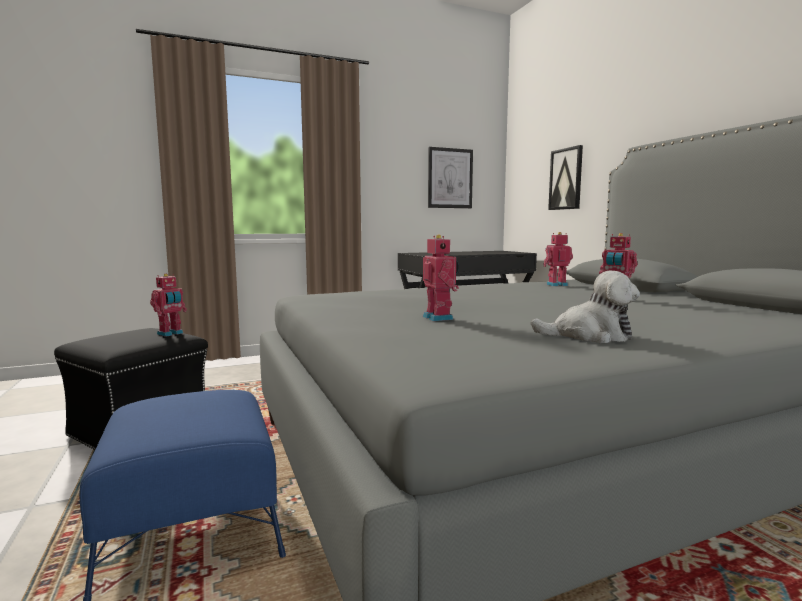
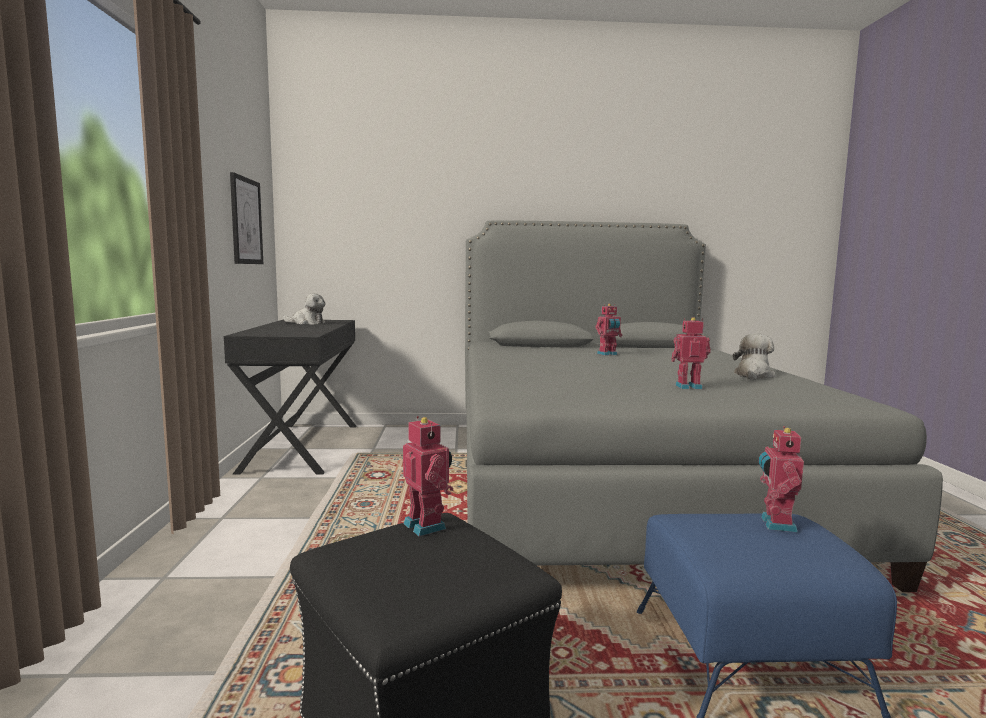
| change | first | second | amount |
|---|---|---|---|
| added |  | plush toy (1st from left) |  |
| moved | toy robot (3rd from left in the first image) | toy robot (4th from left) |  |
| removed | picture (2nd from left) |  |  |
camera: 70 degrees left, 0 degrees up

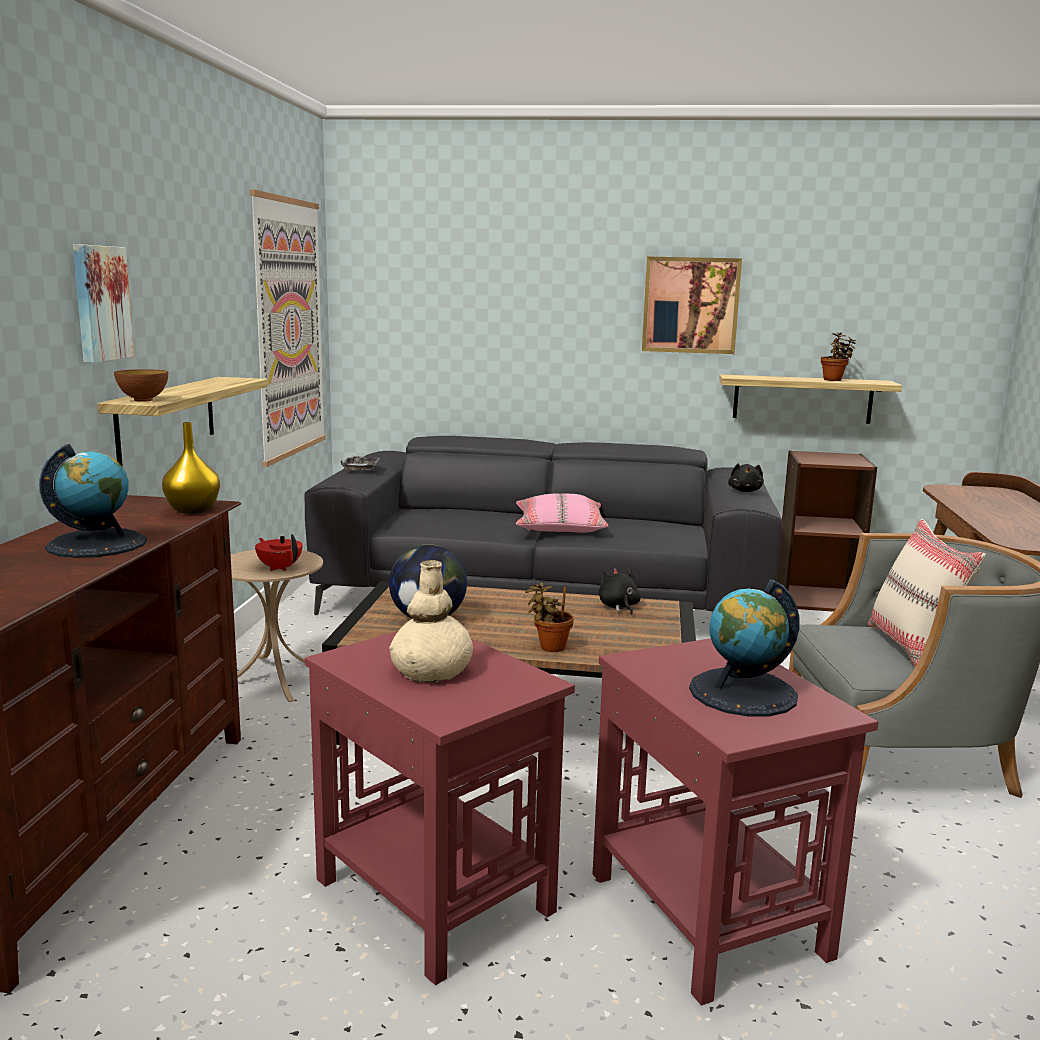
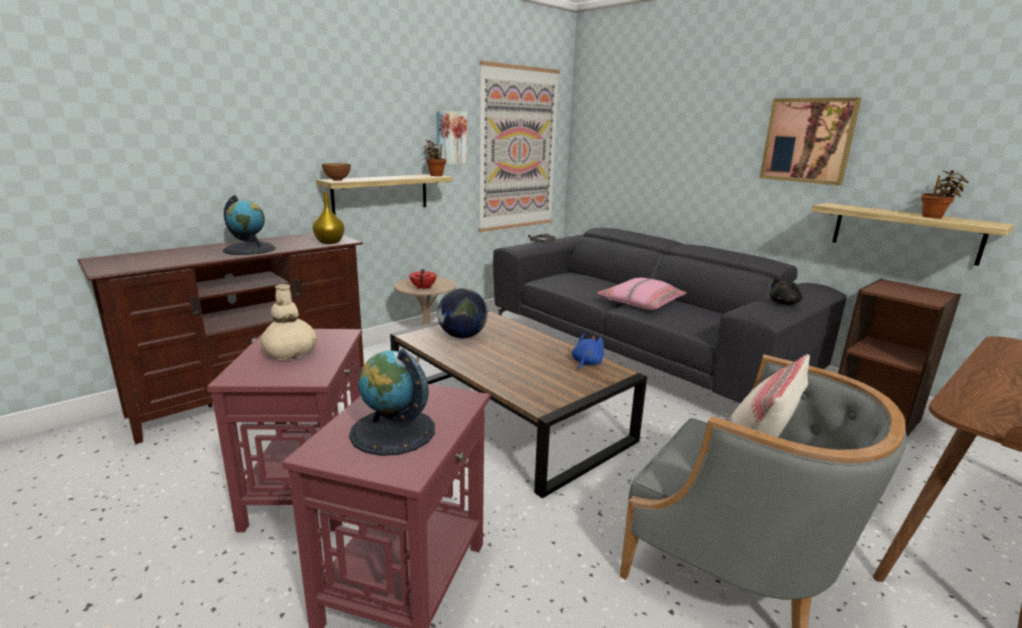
| change | first | second | amount |
|---|---|---|---|
| moved | potted plant (1st from left) |  |  |
| moved | picture (1st from left) |  |  |
| recoloured | plush toy in black (1st from left) | plush toy in blue |  |
camera: 40 degrees right, 5 degrees up

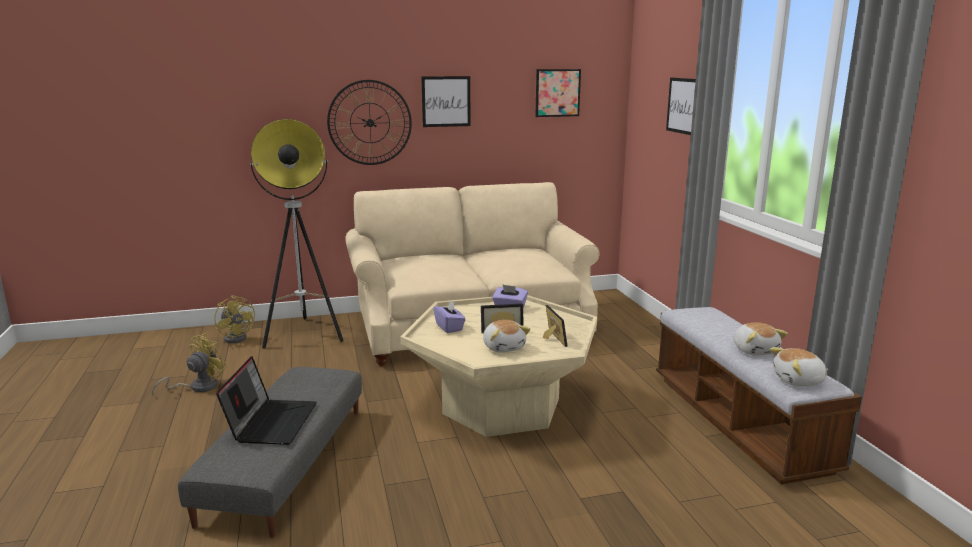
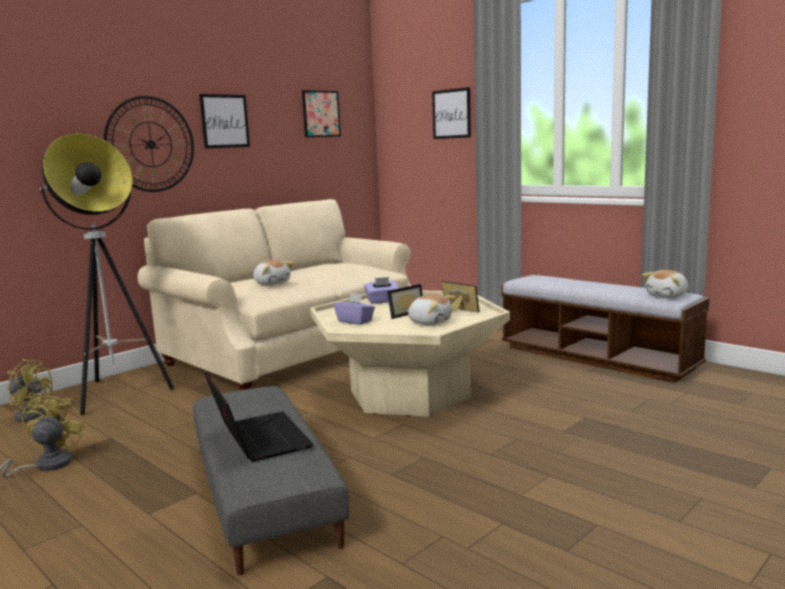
| change | first | second | amount |
|---|---|---|---|
| moved | plush toy (2nd from left in the first image) | plush toy (1st from left) |  |
camera: 30 degrees left, 5 degrees down

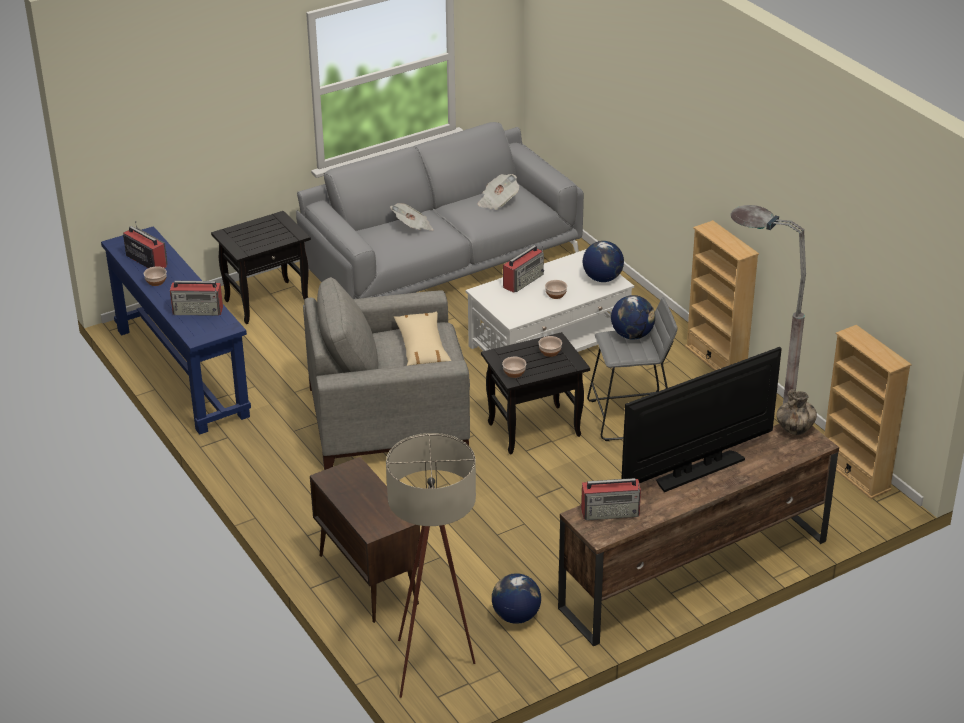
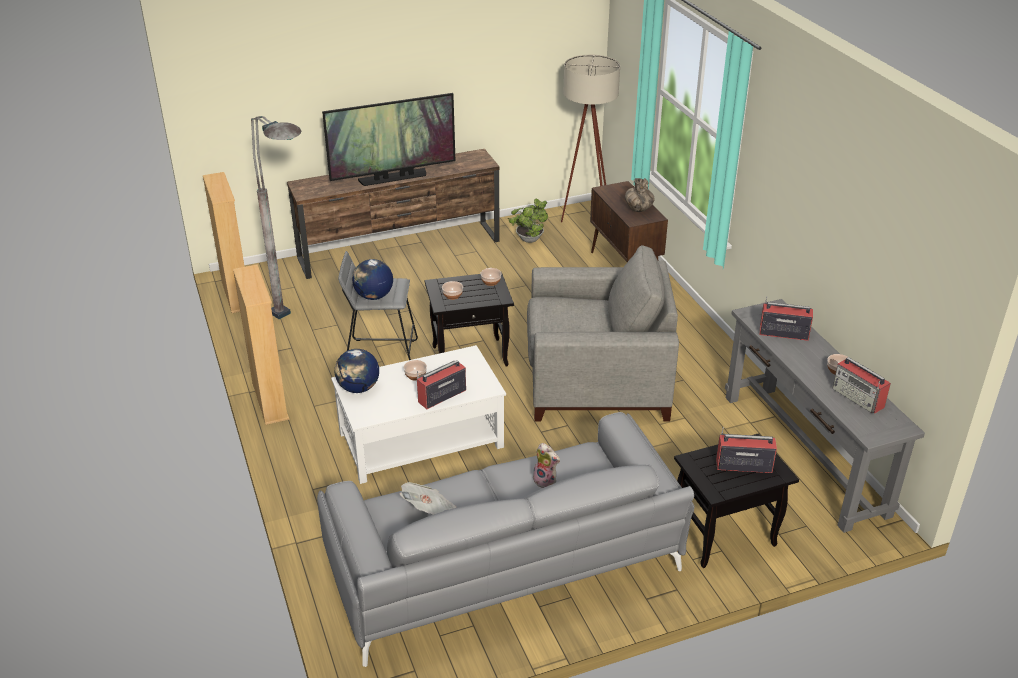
| change | first | second | amount |
|---|---|---|---|
| replaced | globe (1st from left) | potted plant |  |
| replaced | newspaper (1st from left) | plush toy |  |
| moved | vase |  |  |
| moved | radio (4th from left in the first image) | radio (2nd from left) |  |
| recoloured | console table in blue | console table in grey |  |
| removed | pillow in beige |  |  |
camera: 170 degrees left, 0 degrees up

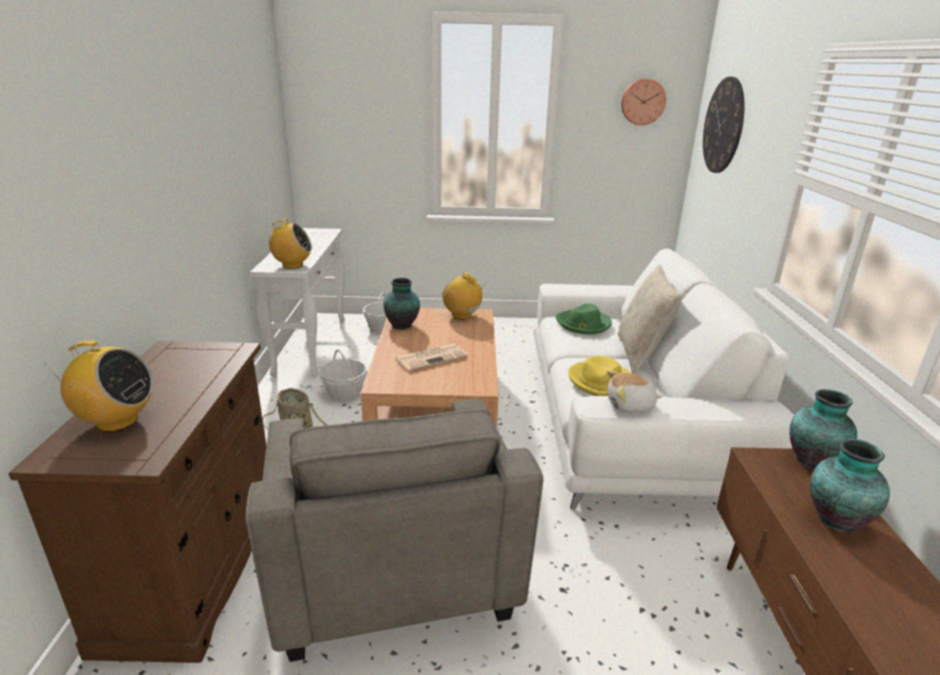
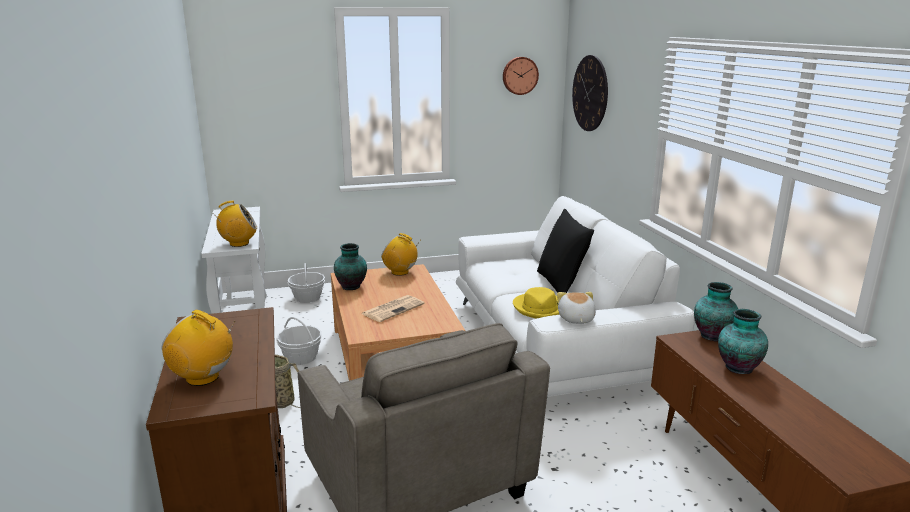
| change | first | second | amount |
|---|---|---|---|
| turned | radio (1st from left) |  | 150 degrees counterclockwise |
| recoloured | pillow in beige | pillow in black |  |
| turned | plush toy |  | 105 degrees clockwise |
| removed | hat in green |  |  |
camera: 15 degrees left, 5 degrees down

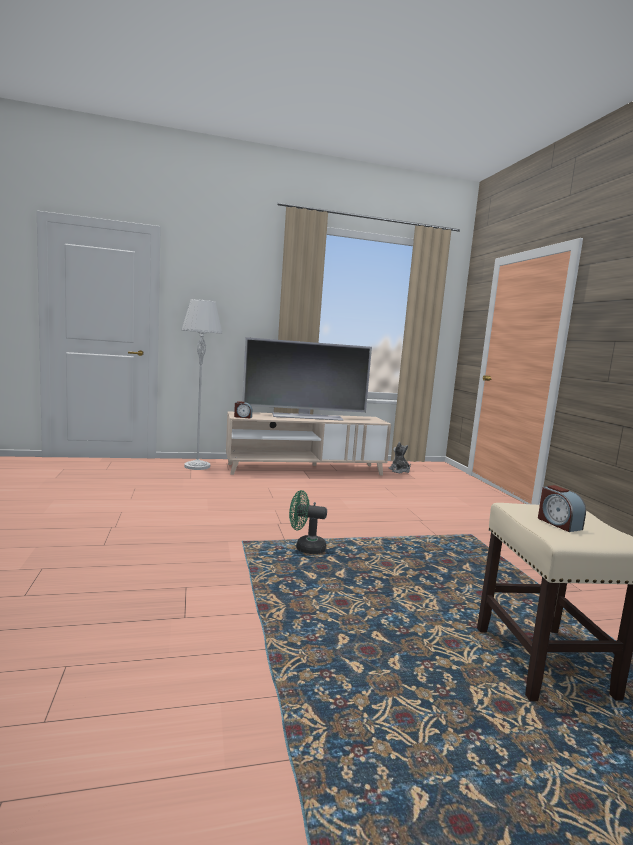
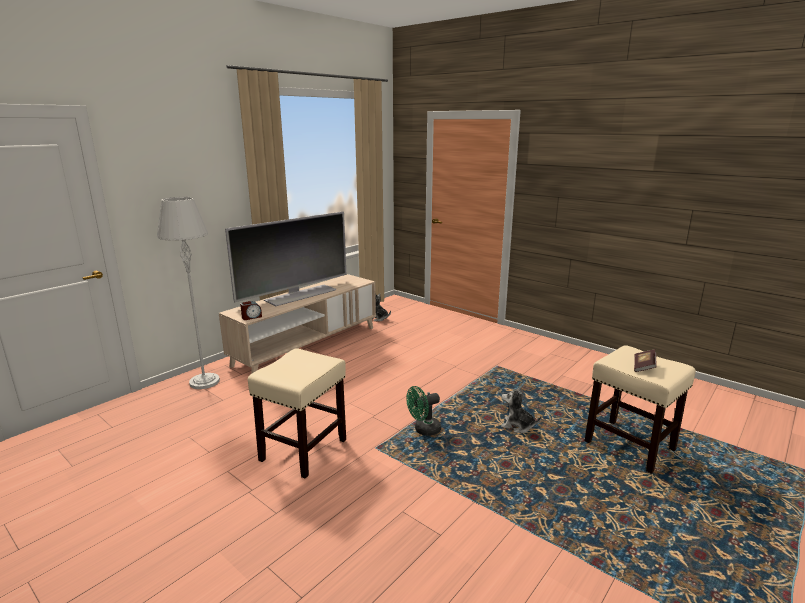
| change | first | second | amount |
|---|---|---|---|
| added |  | stool in beige (1st from left) |  |
| added |  | plush toy (2nd from left) |  |
| replaced | alarm clock (2nd from left) | book |  |
camera: 35 degrees left, 10 degrees up

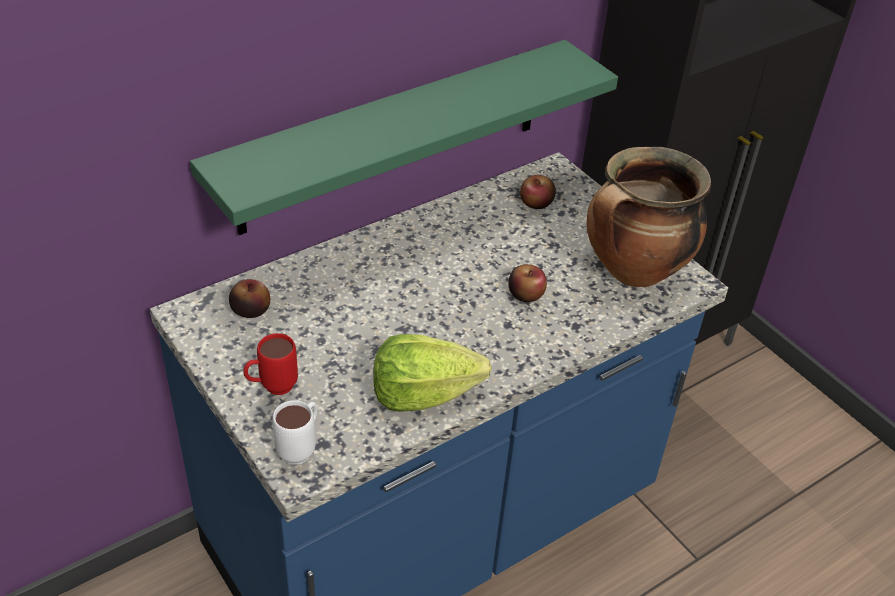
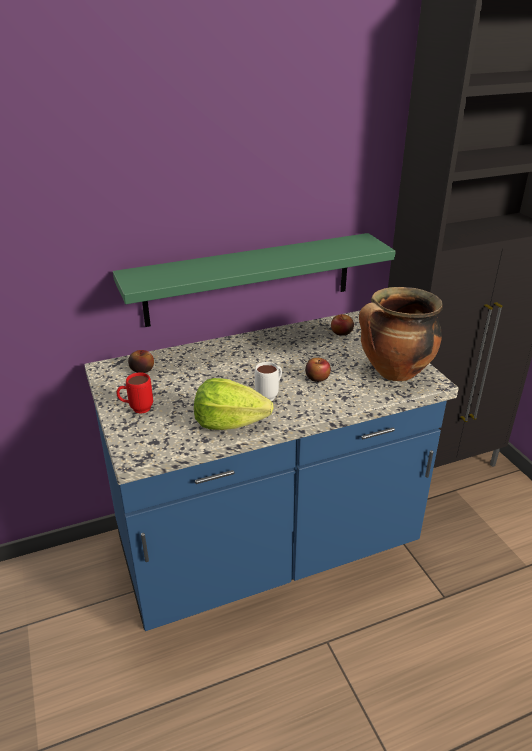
| change | first | second | amount |
|---|---|---|---|
| moved | mug in white |  |  |
camera: 15 degrees right, 10 degrees down

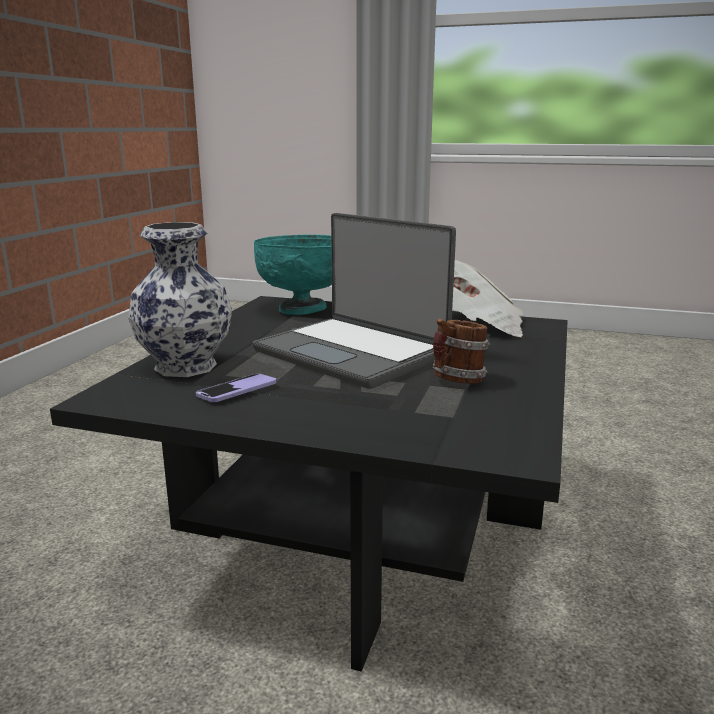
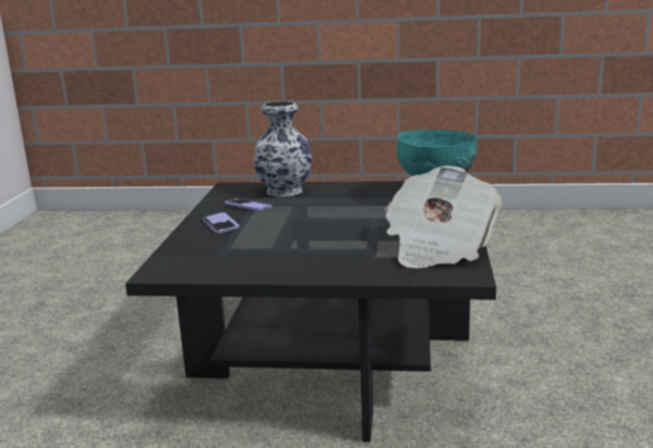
| change | first | second | amount |
|---|---|---|---|
| added |  | phone (1st from left) |  |
| removed | laptop |  |  |
| removed | mug |  |  |
camera: 80 degrees right, 0 degrees up

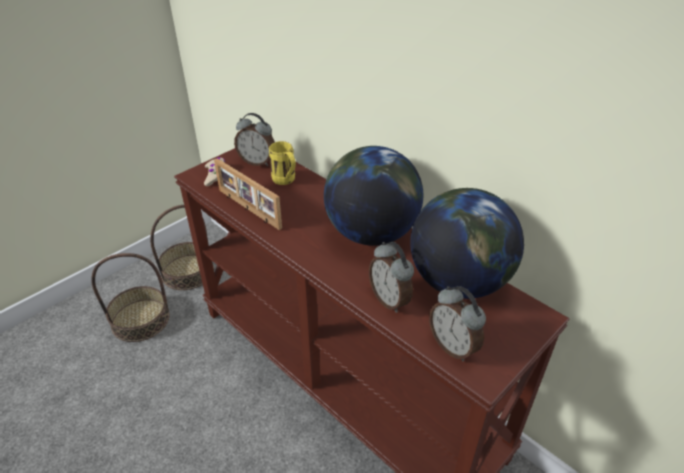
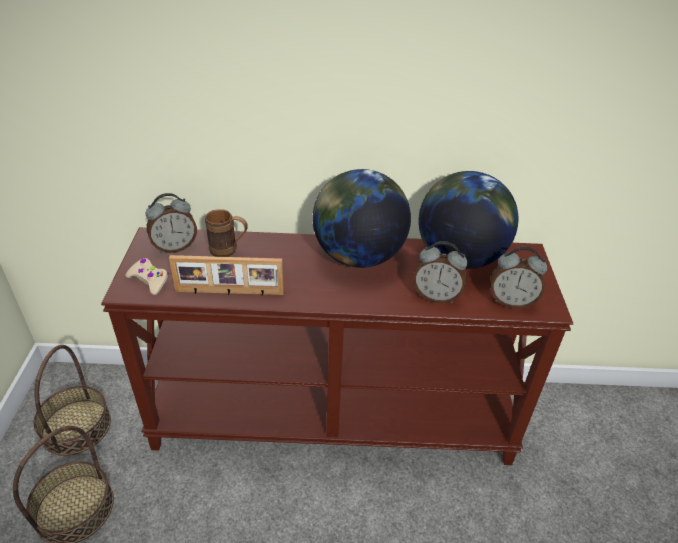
| change | first | second | amount |
|---|---|---|---|
| recoloured | mug in yellow | mug in brown |  |
camera: 45 degrees left, 0 degrees up

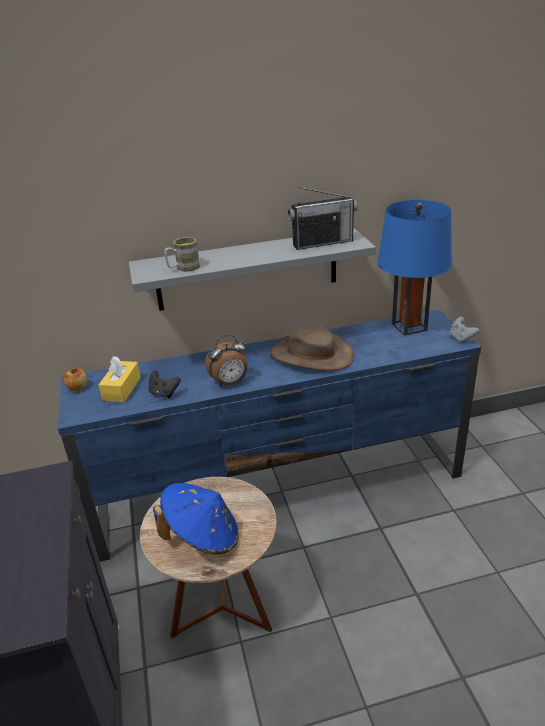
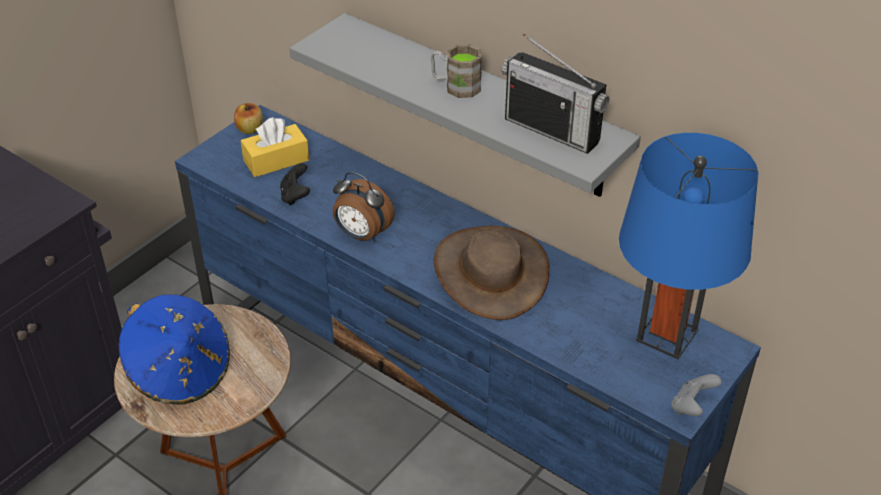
| change | first | second | amount |
|---|---|---|---|
| moved | mug in brown |  |  |
camera: 50 degrees right, 10 degrees up

